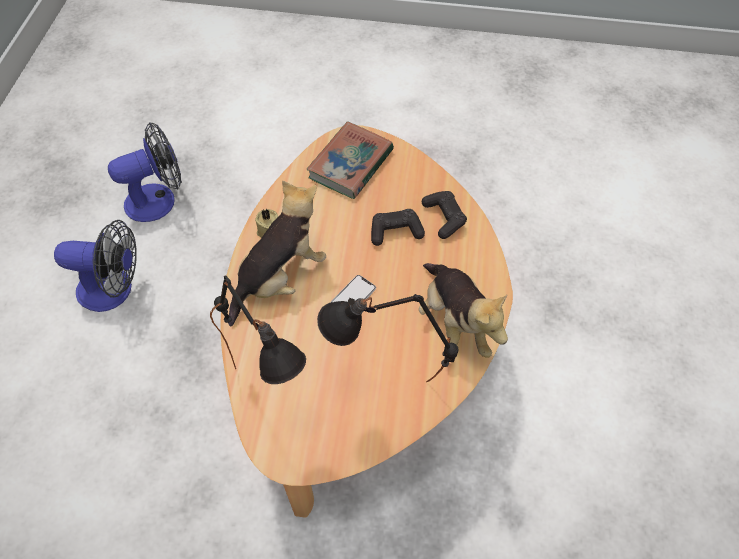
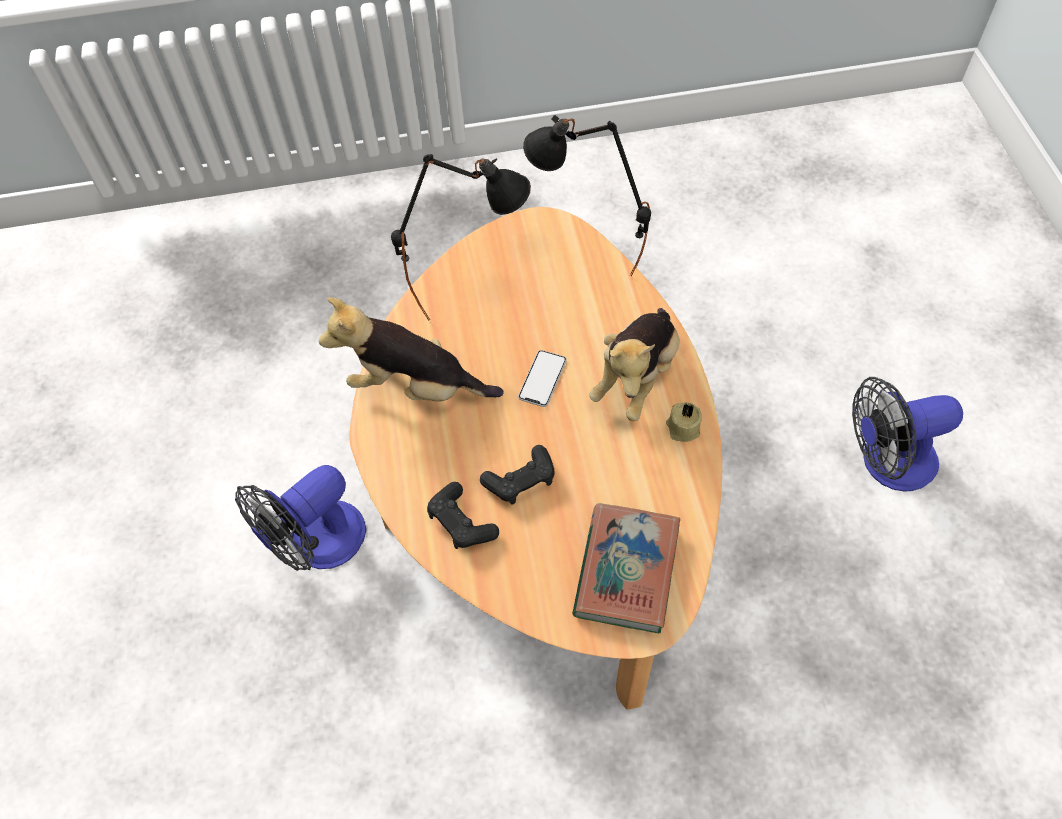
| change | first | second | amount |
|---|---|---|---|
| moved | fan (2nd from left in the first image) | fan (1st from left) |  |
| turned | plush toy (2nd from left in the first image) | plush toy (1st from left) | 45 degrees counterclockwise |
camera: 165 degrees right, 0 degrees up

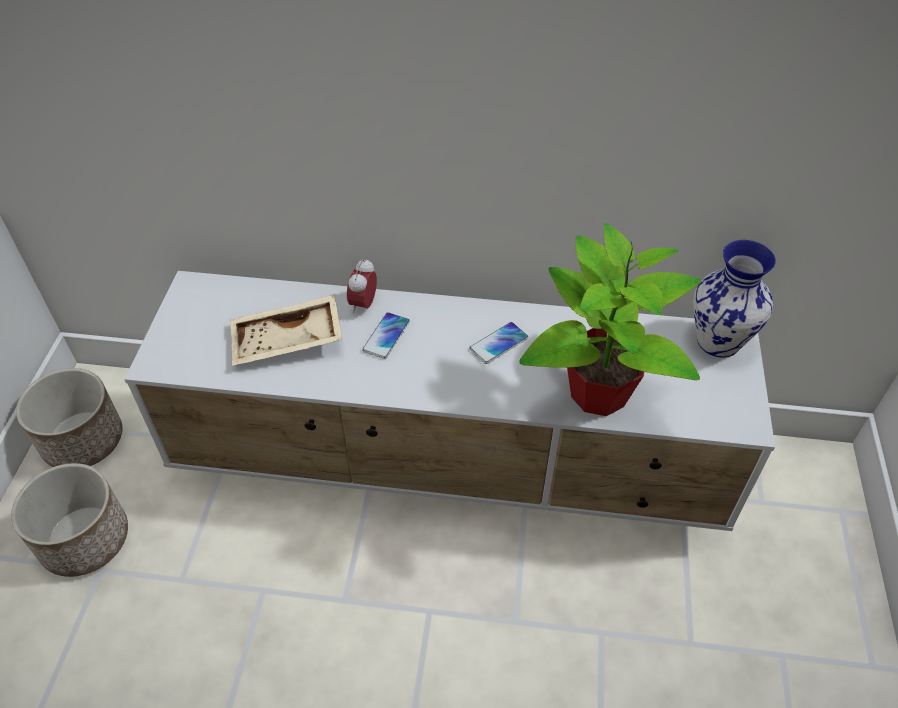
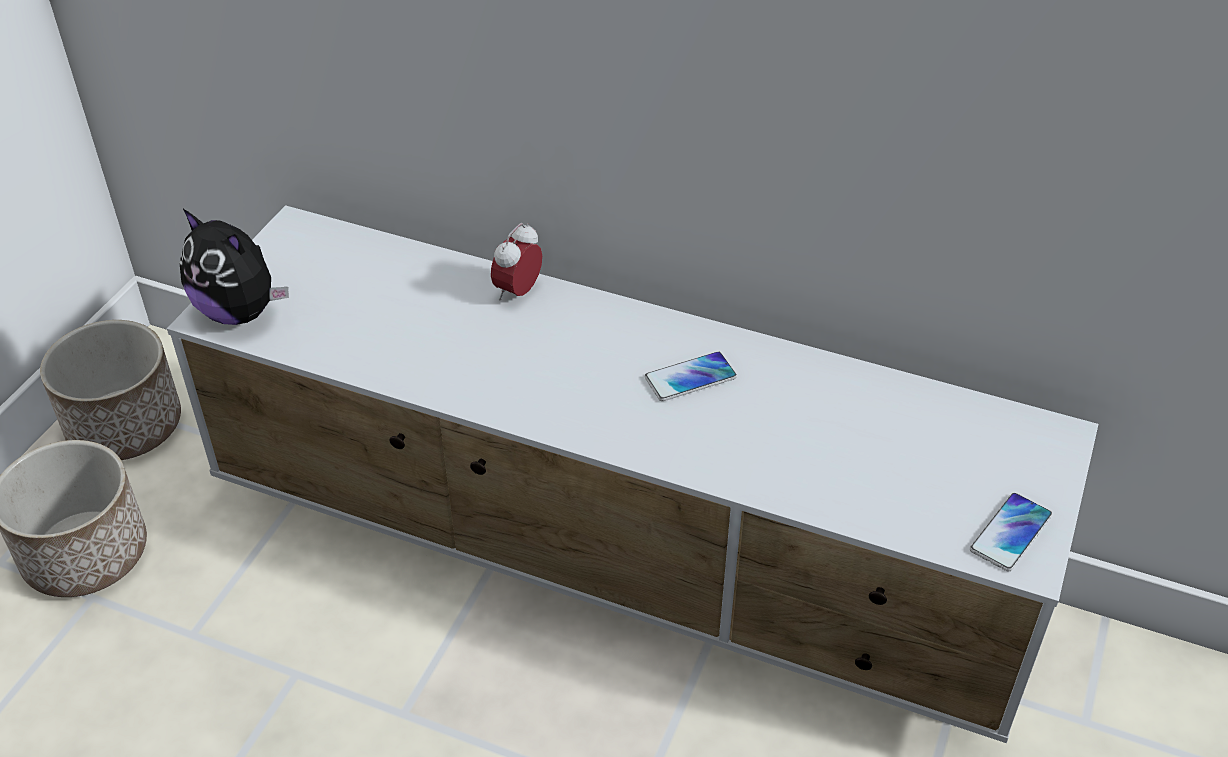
| change | first | second | amount |
|---|---|---|---|
| added |  | plush toy |  |
| moved | phone (1st from left in the first image) | phone (2nd from left) |  |
| removed | tray in beige |  |  |
| removed | potted plant |  |  |
| removed | vase |  |  |
camera: 15 degrees right, 5 degrees down

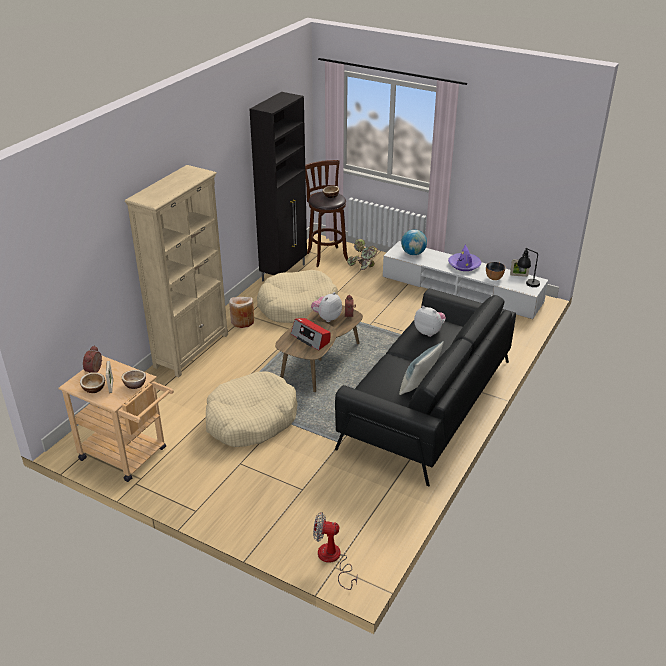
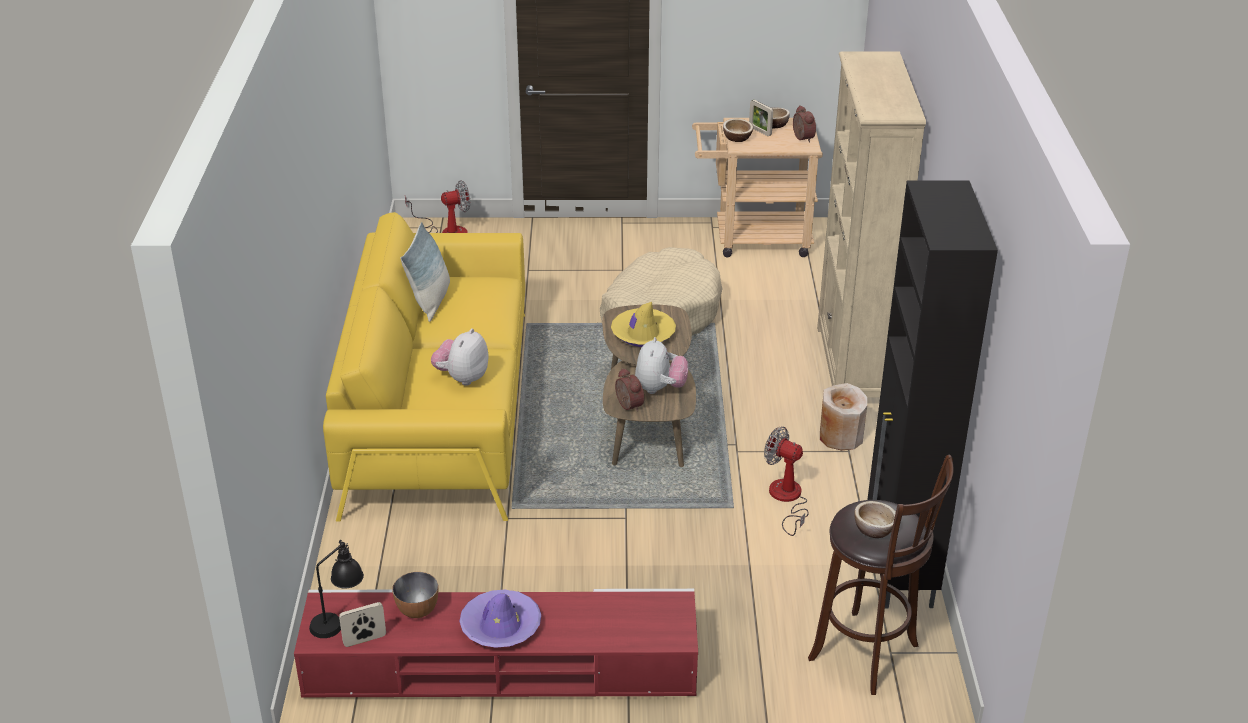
| change | first | second | amount |
|---|---|---|---|
| recoloured | tv stand in white | tv stand in red |  |
| recoloured | sofa in black | sofa in yellow |  |
| turned | plush toy (2nd from left in the first image) | plush toy (1st from left) | 105 degrees clockwise |
| replaced | radio | hat in yellow |  |
| replaced | dog bed in beige (2nd from left) | fan (2nd from left) |  |
| removed | potted plant |  |  |
| removed | globe |  |  |
camera: 150 degrees right, 0 degrees up

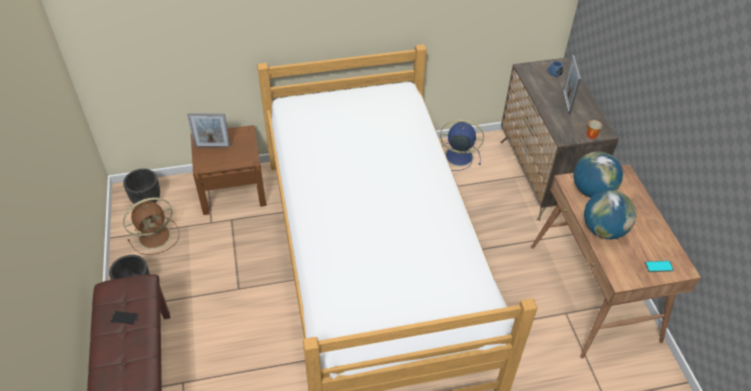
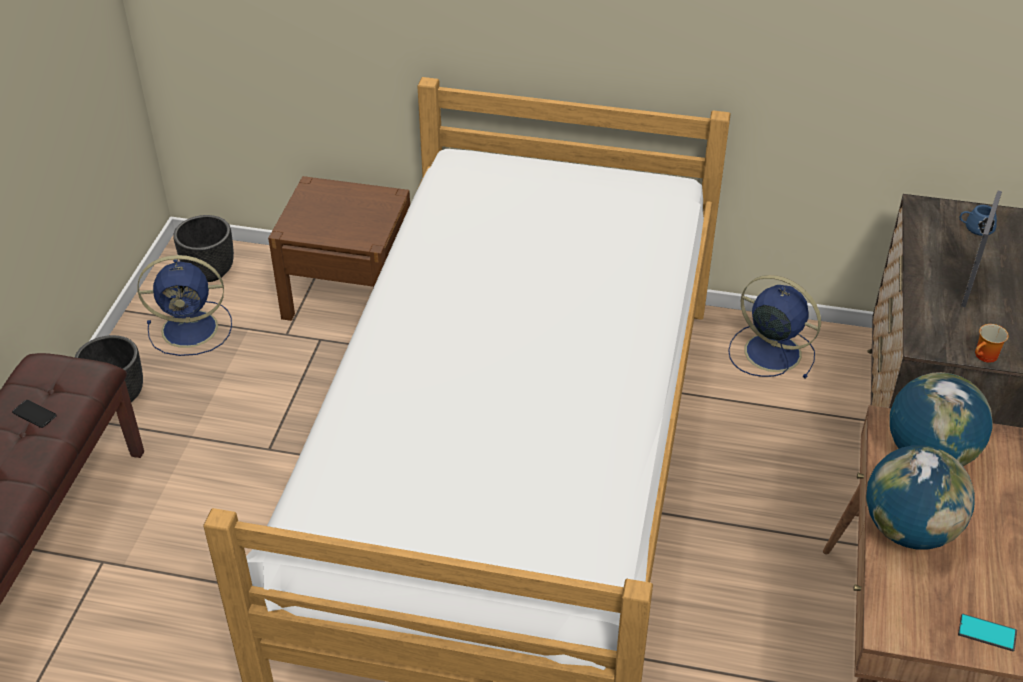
| change | first | second | amount |
|---|---|---|---|
| recoloured | fan in brown | fan in blue (1st from left) |  |
| removed | picture frame (1st from left) |  |  |
camera: 25 degrees right, 5 degrees down

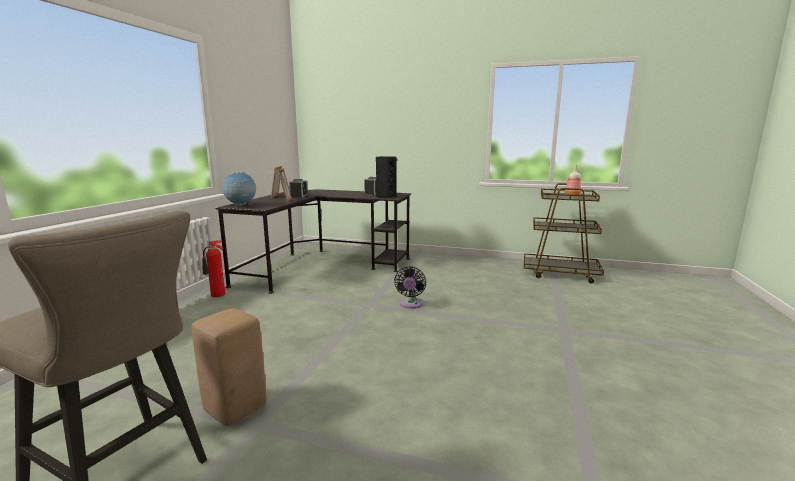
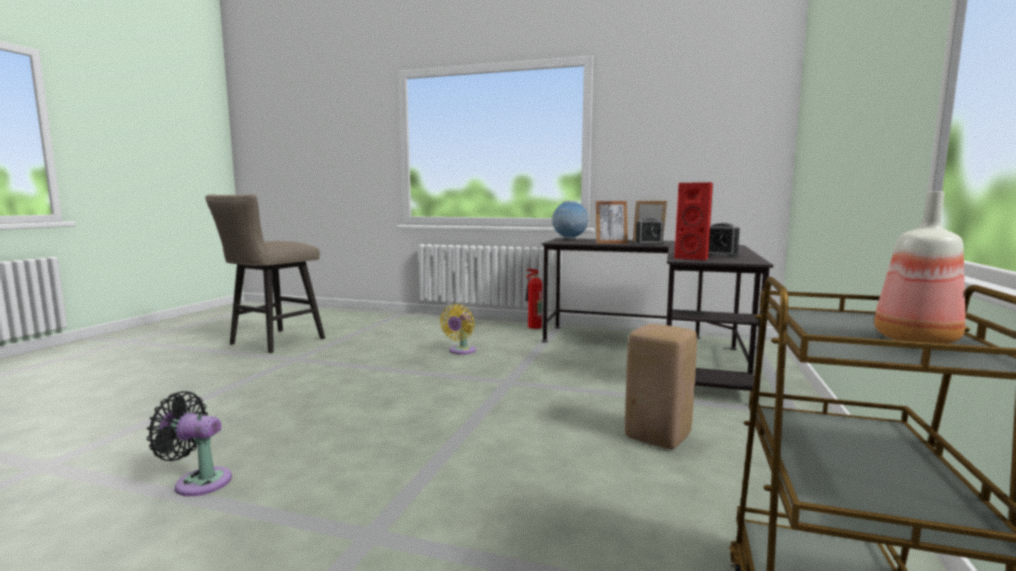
| change | first | second | amount |
|---|---|---|---|
| moved | fan in black |  |  |
| added |  | fan in yellow |  |
| moved | stool in beige (2nd from left) |  |  |
| recoloured | speaker in black | speaker in red |  |
camera: 90 degrees right, 5 degrees down

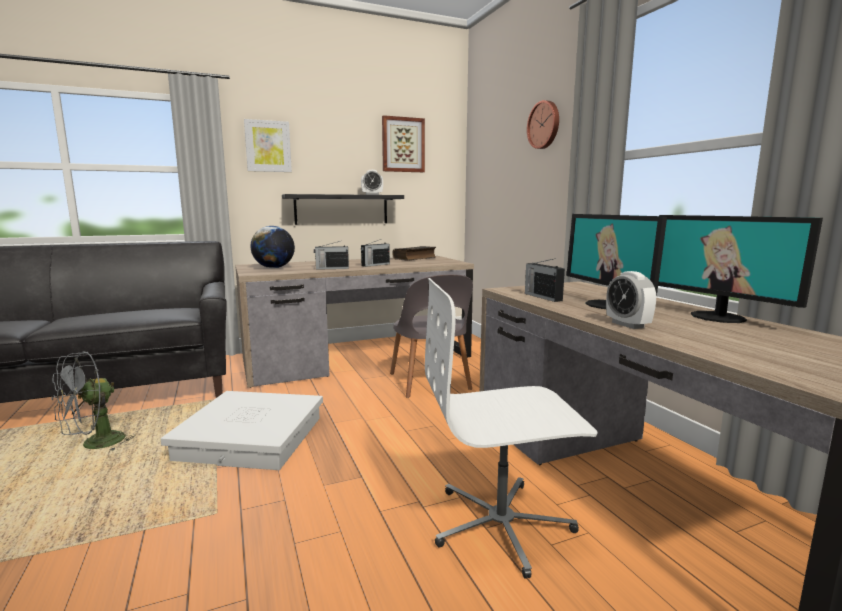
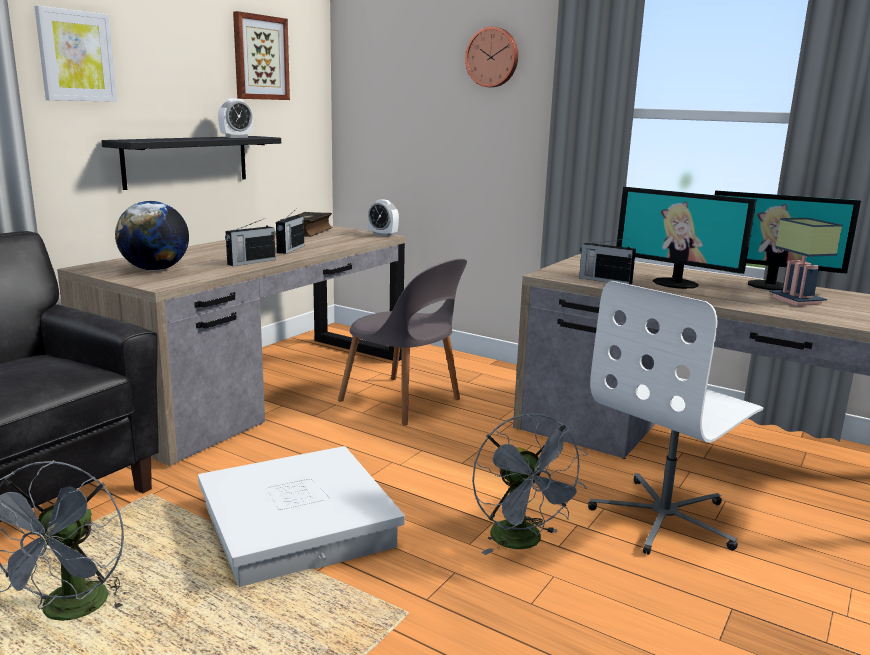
| change | first | second | amount |
|---|---|---|---|
| moved | alarm clock (2nd from left) |  |  |
| added |  | fan in grey (2nd from left) |  |
| added |  | table lamp |  |
camera: 35 degrees left, 5 degrees up

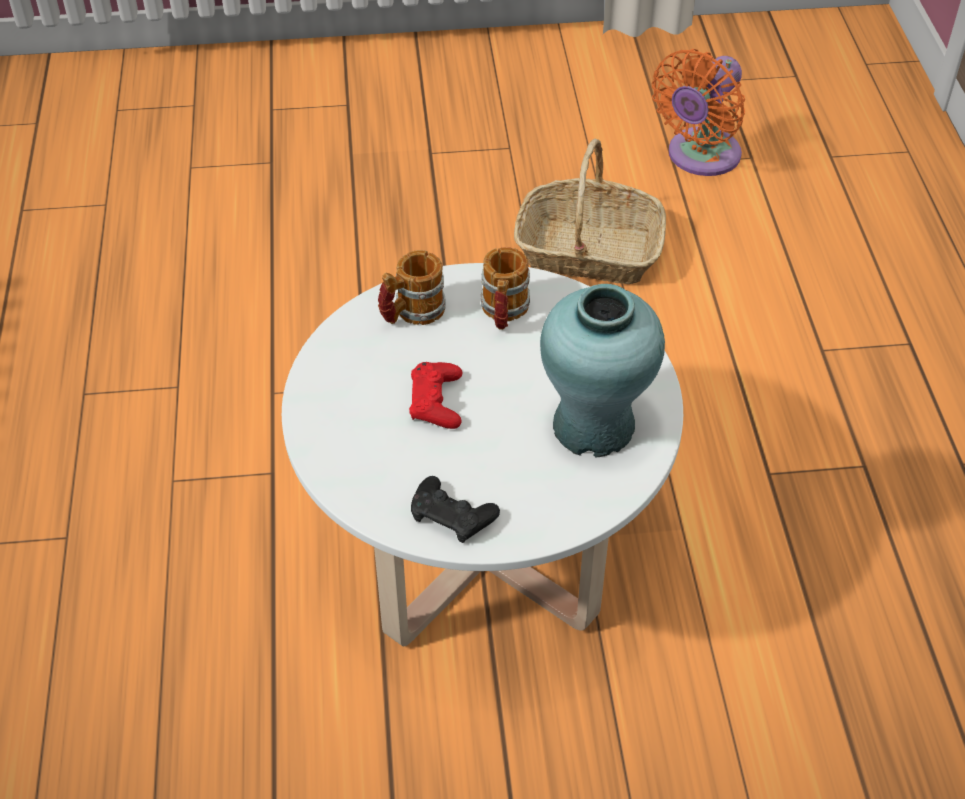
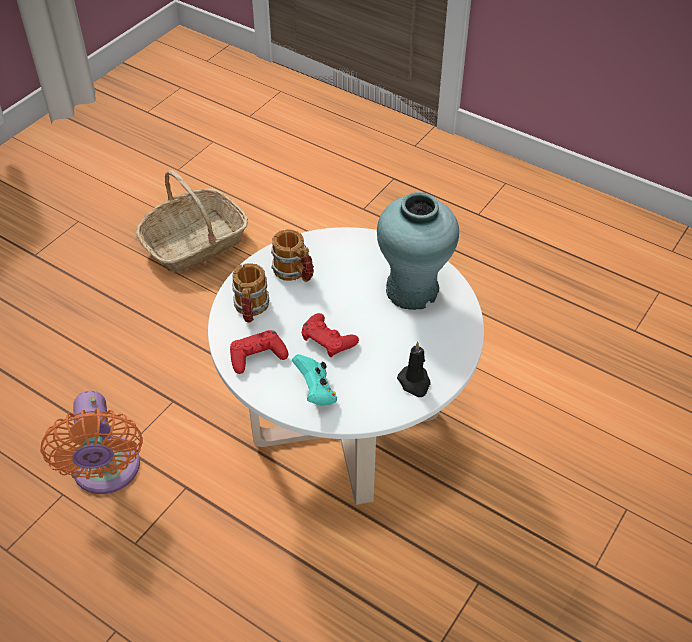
| change | first | second | amount |
|---|---|---|---|
| moved | fan in orange |  |  |
| added |  | game controller in red (1st from left) |  |
| added |  | game controller in turquoise |  |
| replaced | game controller in black | candle in black |  |
camera: 50 degrees left, 0 degrees up

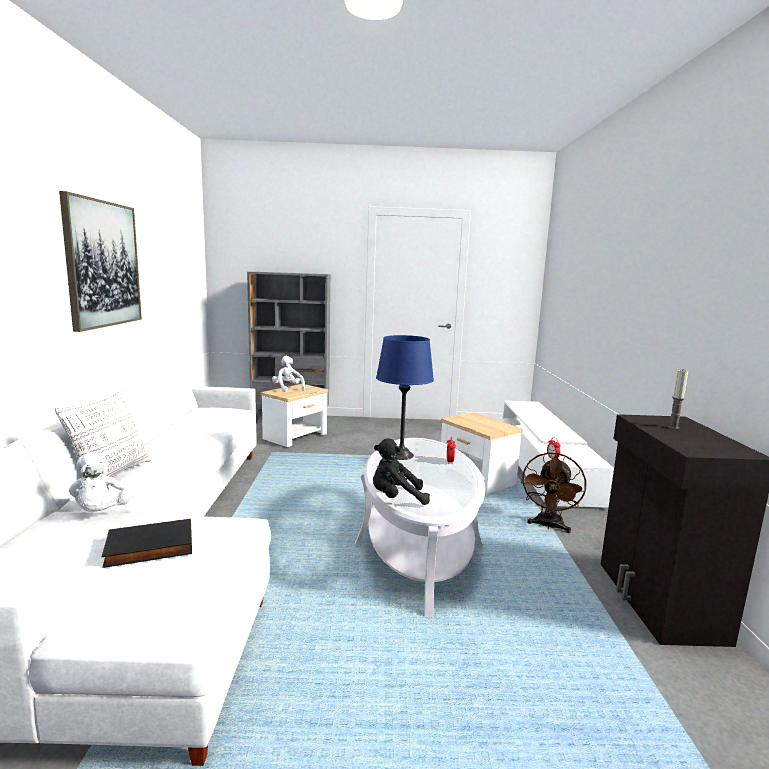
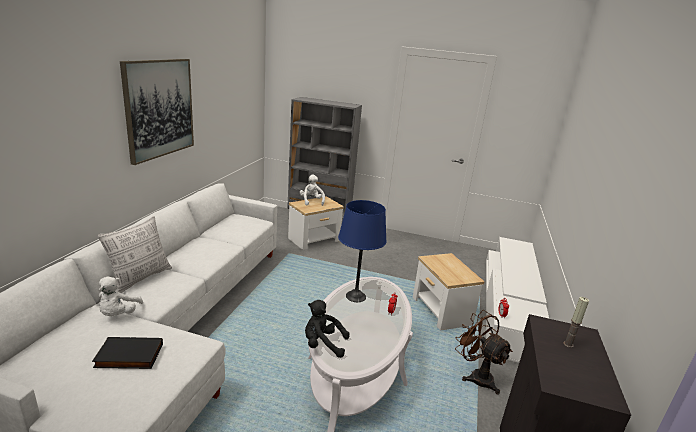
| change | first | second | amount |
|---|---|---|---|
| turned | fan in brown |  | 105 degrees clockwise |
camera: 15 degrees right, 10 degrees up

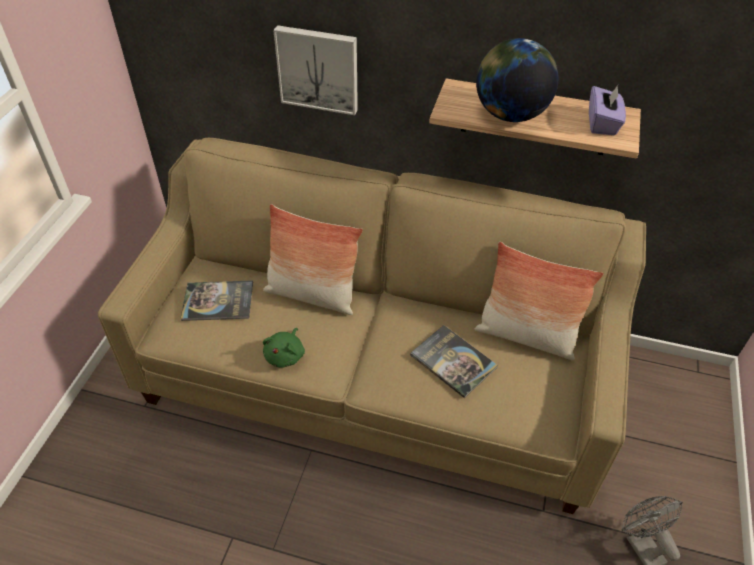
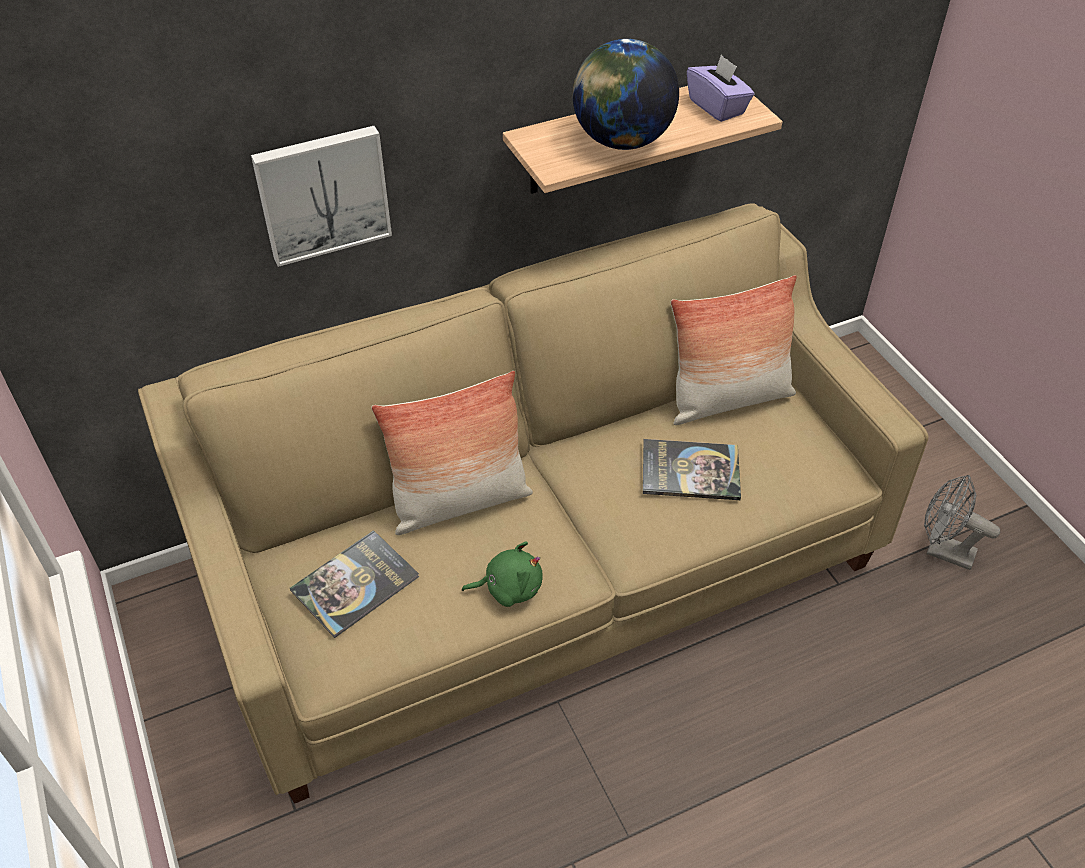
| change | first | second | amount |
|---|---|---|---|
| turned | plush toy in green |  | 75 degrees counterclockwise |
camera: 40 degrees left, 0 degrees up

